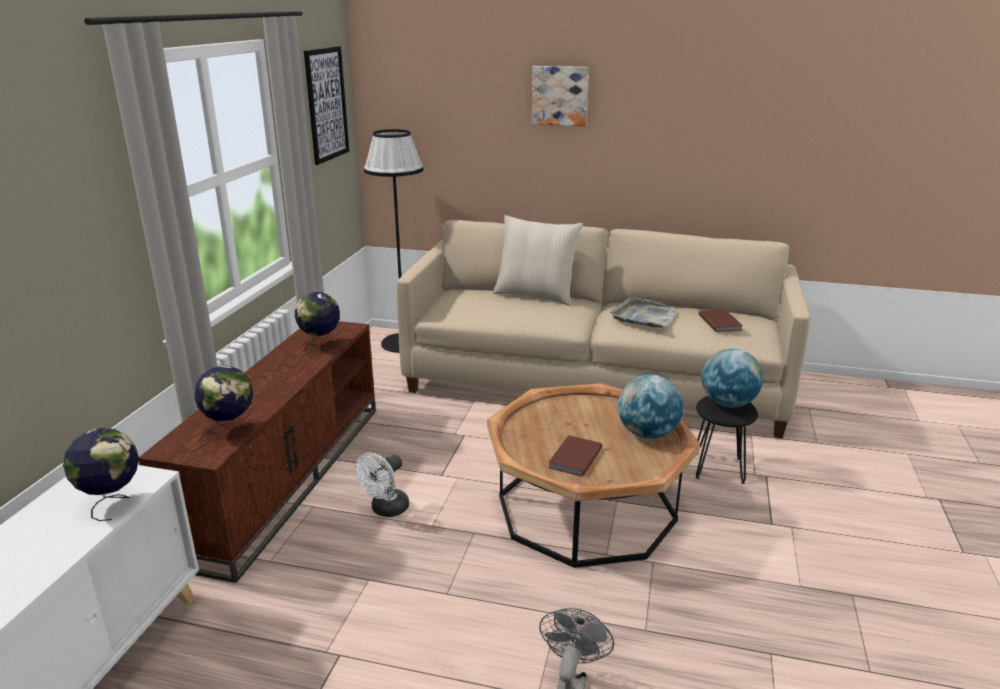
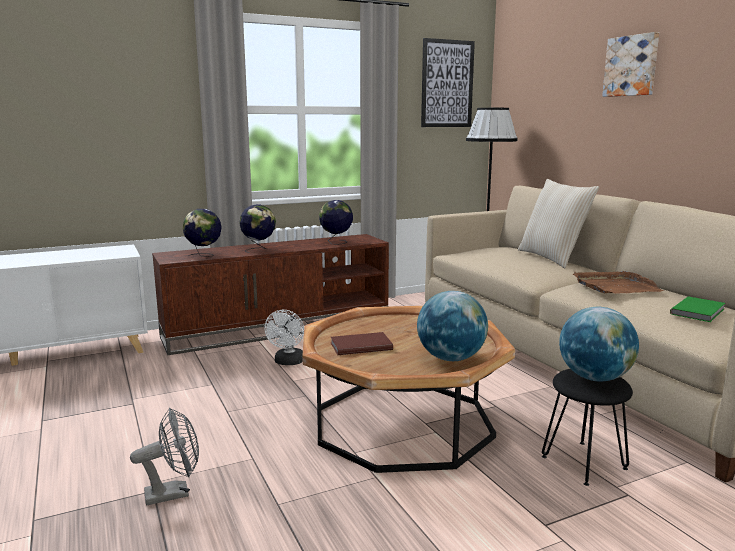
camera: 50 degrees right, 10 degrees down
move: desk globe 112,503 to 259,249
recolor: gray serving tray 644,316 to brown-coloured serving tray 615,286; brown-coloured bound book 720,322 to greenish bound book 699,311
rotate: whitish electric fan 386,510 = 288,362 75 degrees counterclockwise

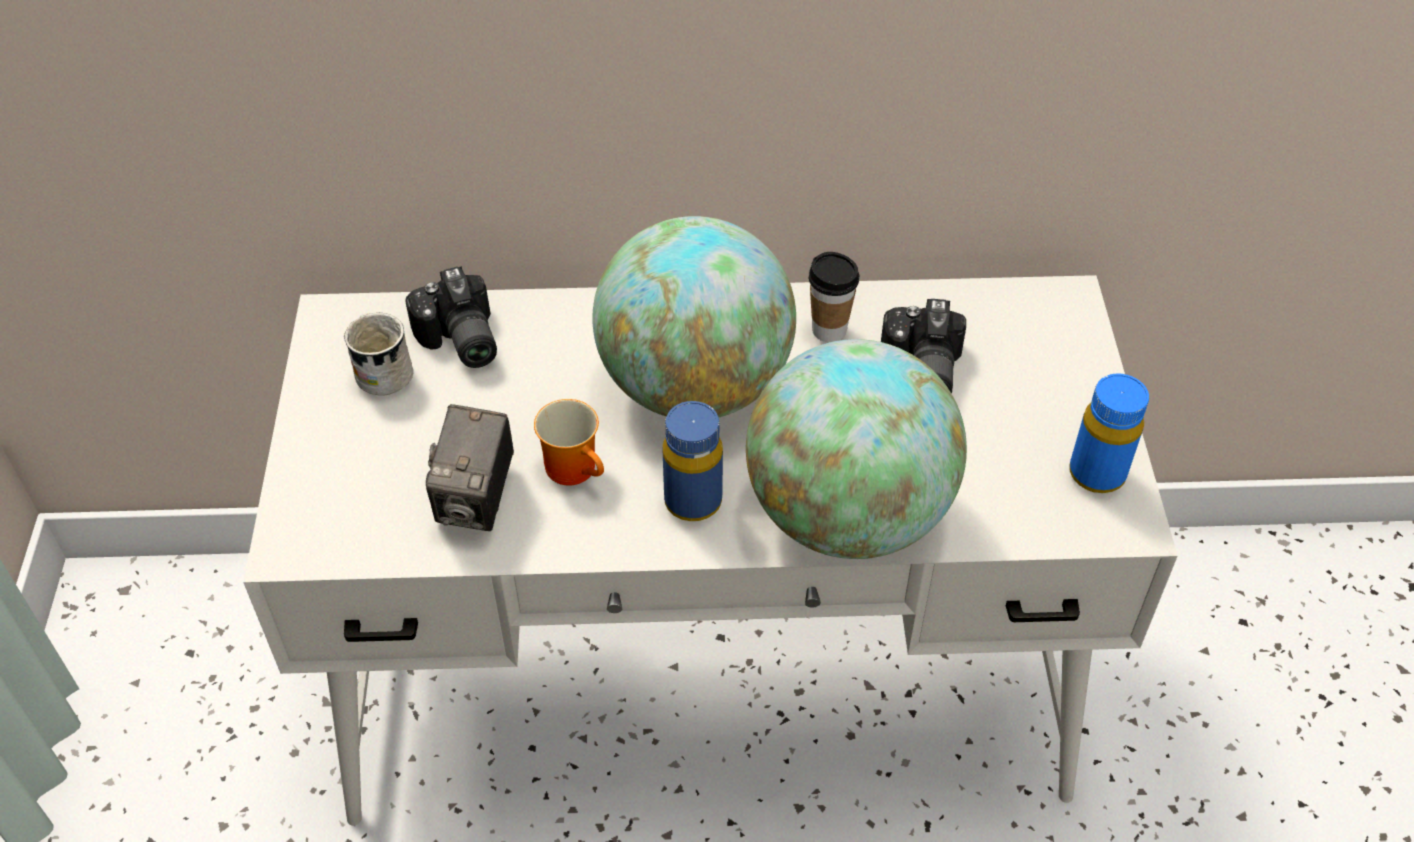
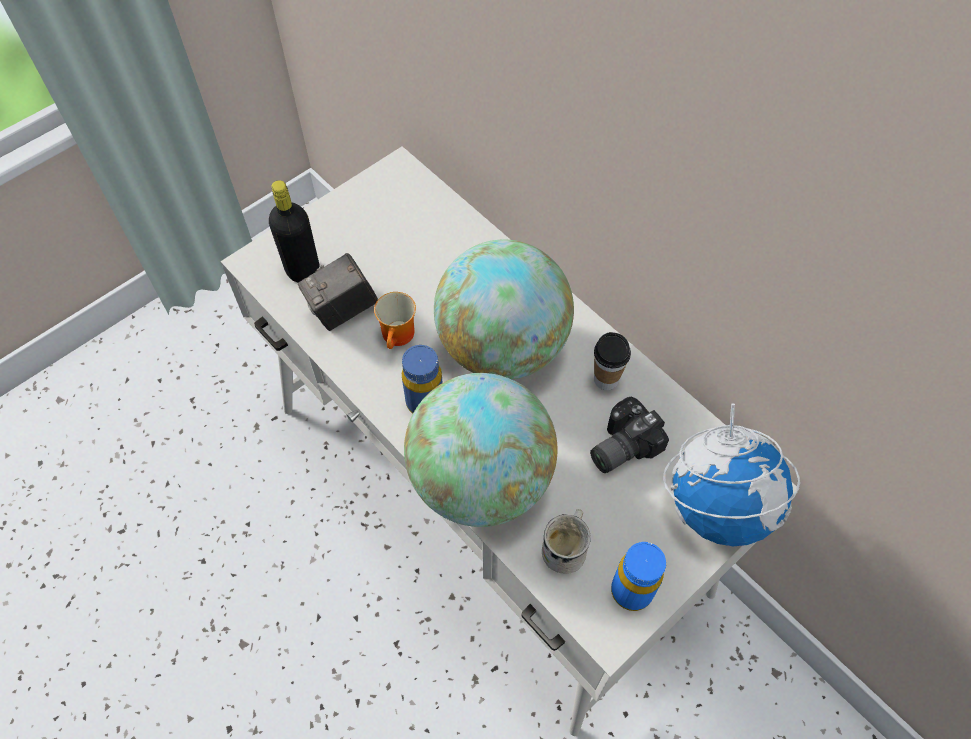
camera: 50 degrees right, 10 degrees up
delete: photo camera 458,341
insert: blackish drink bottle 303,270; desk globe 718,506
move: whitish coffee mug 383,370 to 567,546

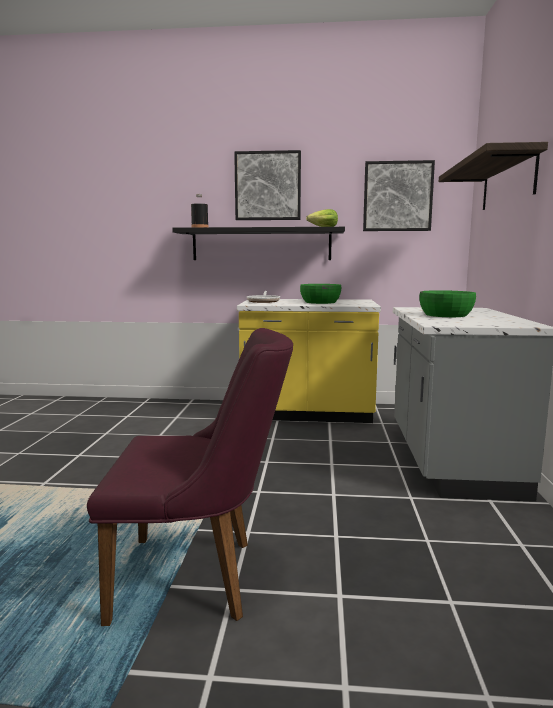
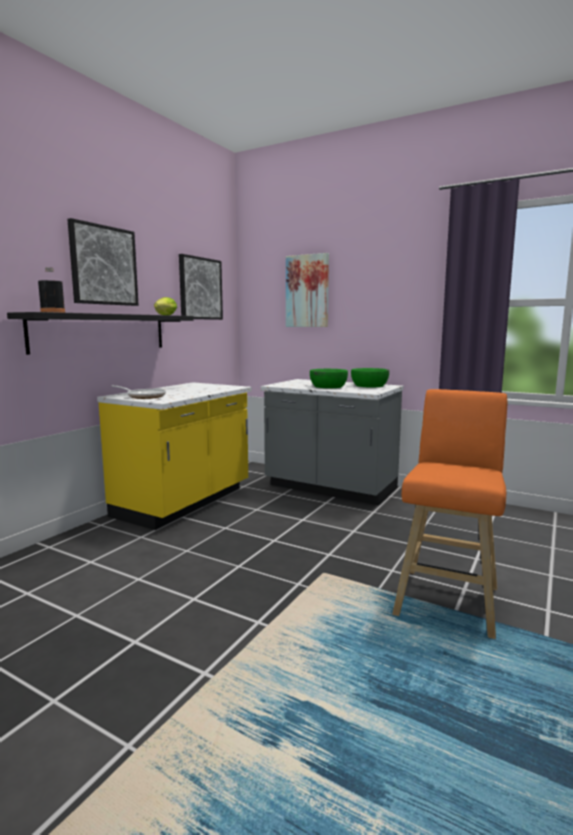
camera: 65 degrees left, 0 degrees up
move: greenish serving bowl 320,302 to 369,385
replace: purple plain chair 200,578 to orange-coloured stool 448,598; shelf 508,182 to wall art 307,291

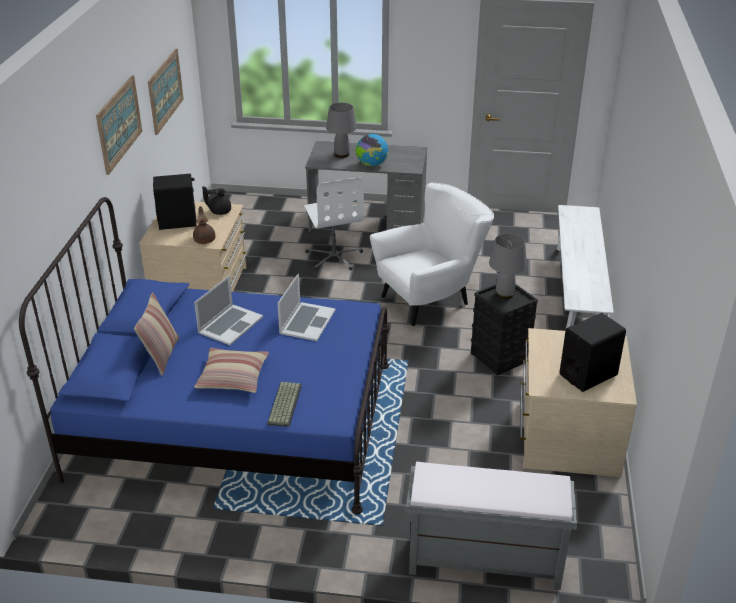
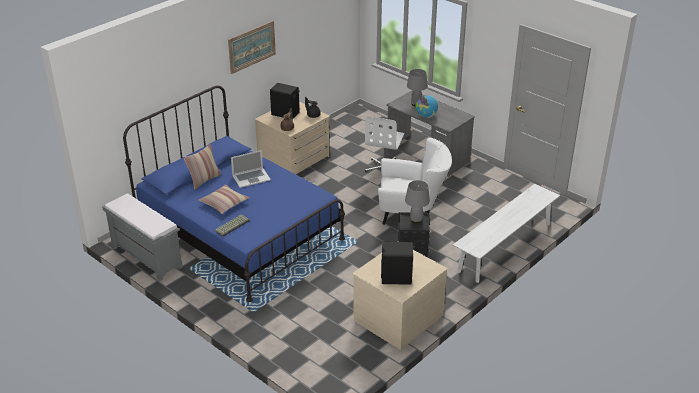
camera: 35 degrees right, 0 degrees up
delete: wall art 165,90; laptop 307,321
move: gray long seat 483,561 to 146,257

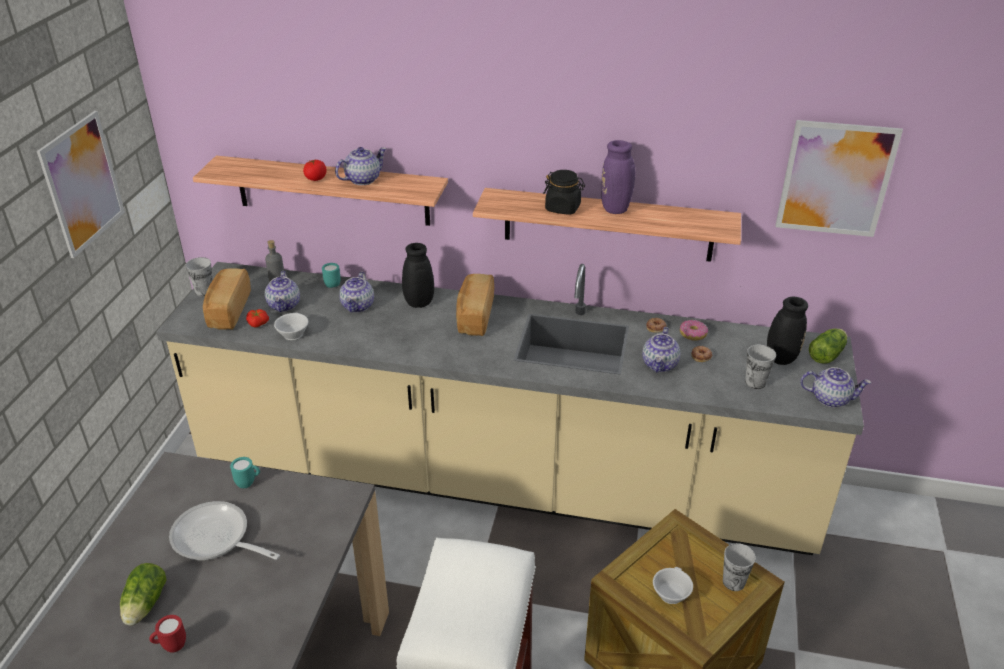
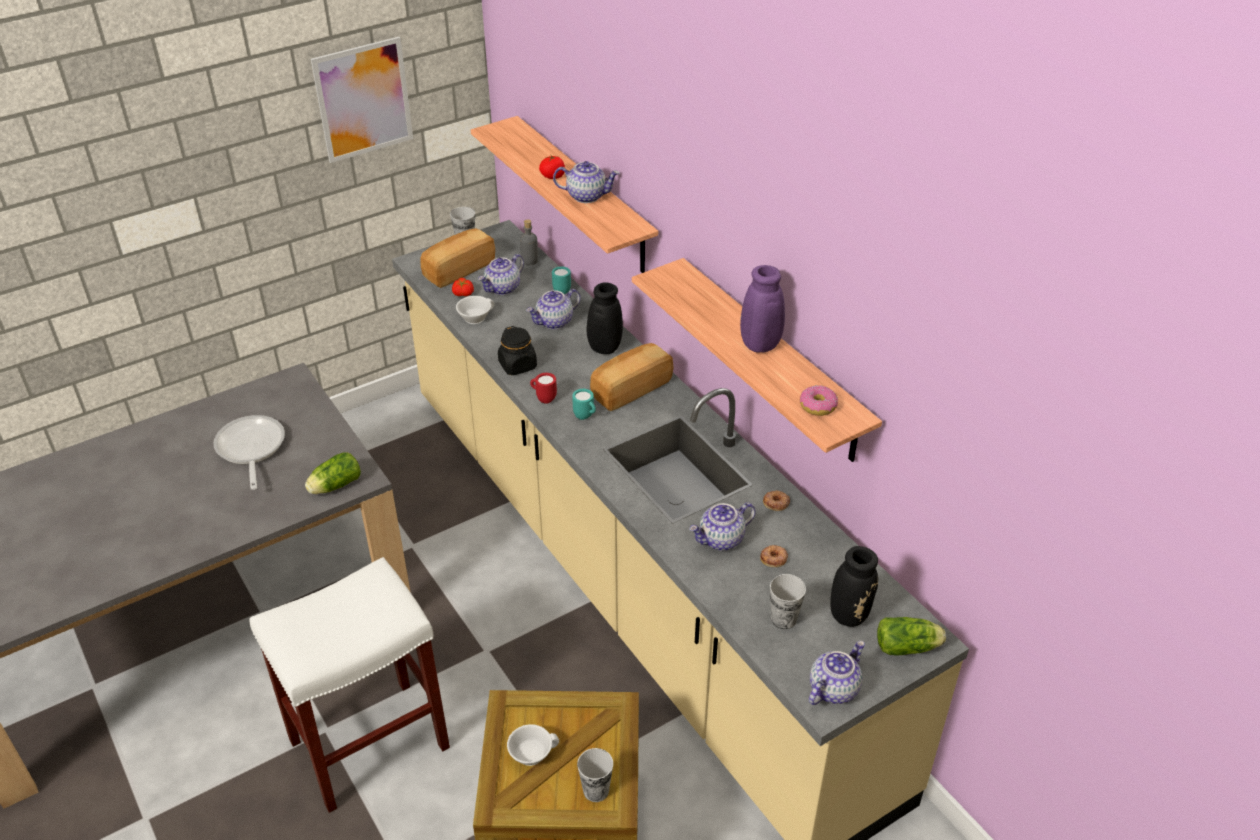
camera: 45 degrees right, 5 degrees up
delete: wall art 835,179
move: lettuce 144,606 to 334,486; red coffee mug 171,646 to 543,398; turquoise-coloured coffee mug 248,483 to 585,417; blackish jar 563,208 to 518,365; ring doughnut 693,334 to 818,406
rotate: teapot 830,398 = 833,688 105 degrees counterclockwise

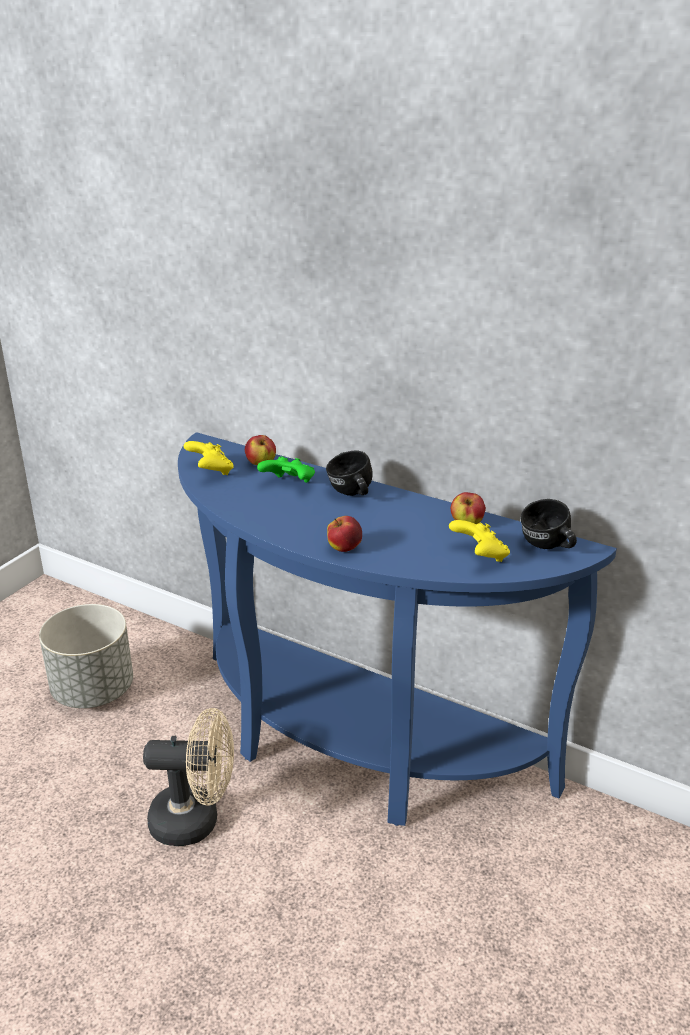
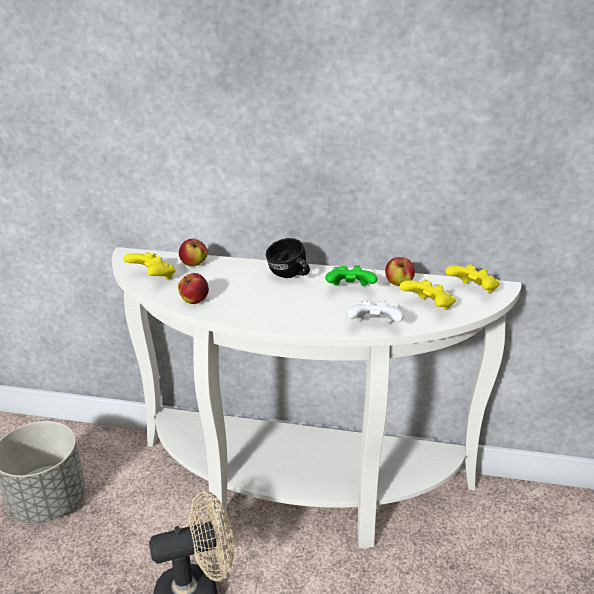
camera: 20 degrees left, 0 degrees up
insert: whitish game controller 374,327
move: greenish game controller 289,484 to 350,290; apple 344,548 to 194,301
replace: blackish coffee mug 547,547 to yellow game controller 472,291
recolor: blue-coloured console table 350,748 to whitish console table 298,493

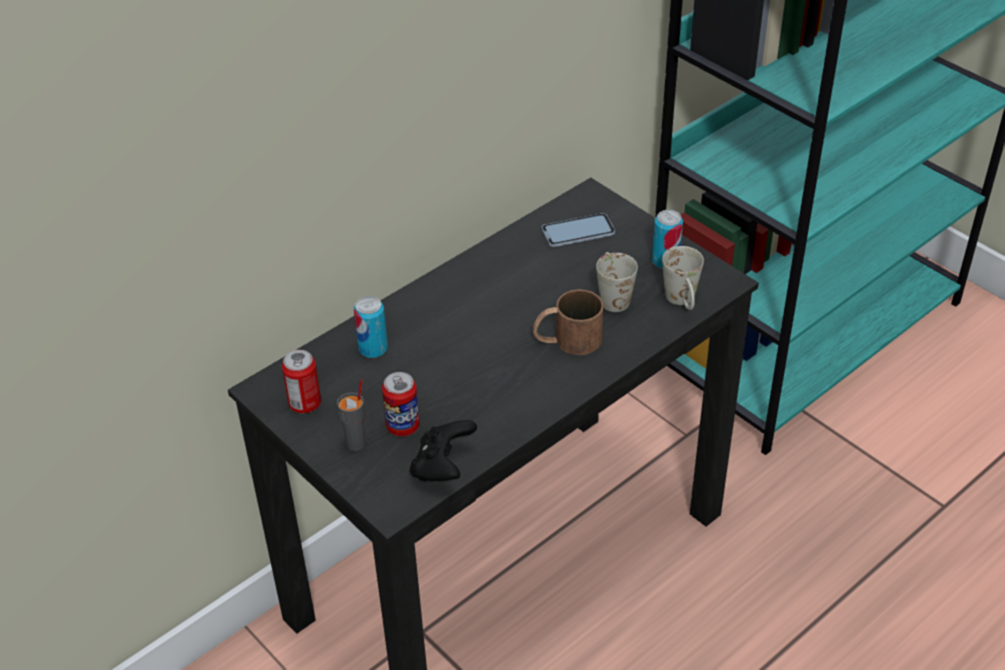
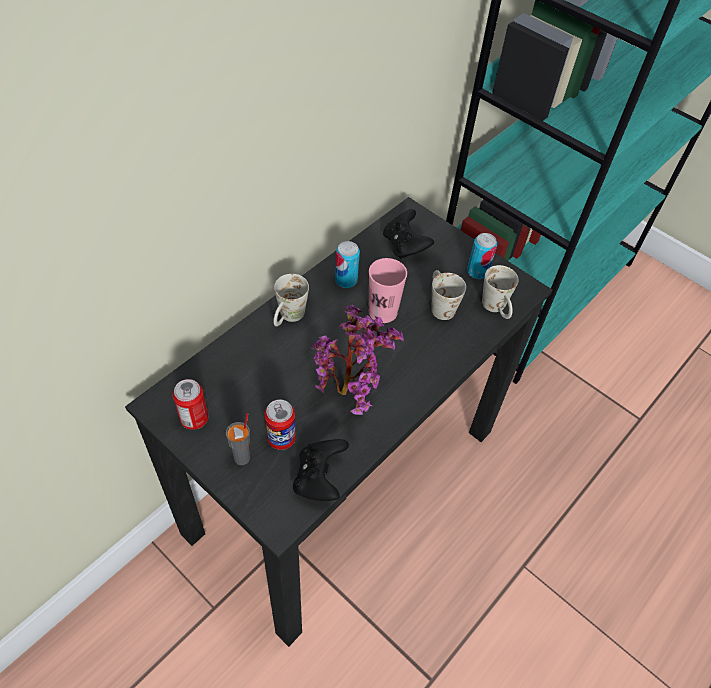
camera: 10 degrees left, 10 degrees up
delete: brown-coloured coffee mug 567,340
insert: whitish coffee mug 288,318; houseplant 350,393; pinkish small cup 382,312
move: sealed can 373,349 to 346,280
replace: phone 578,231 to blackish game controller 405,246

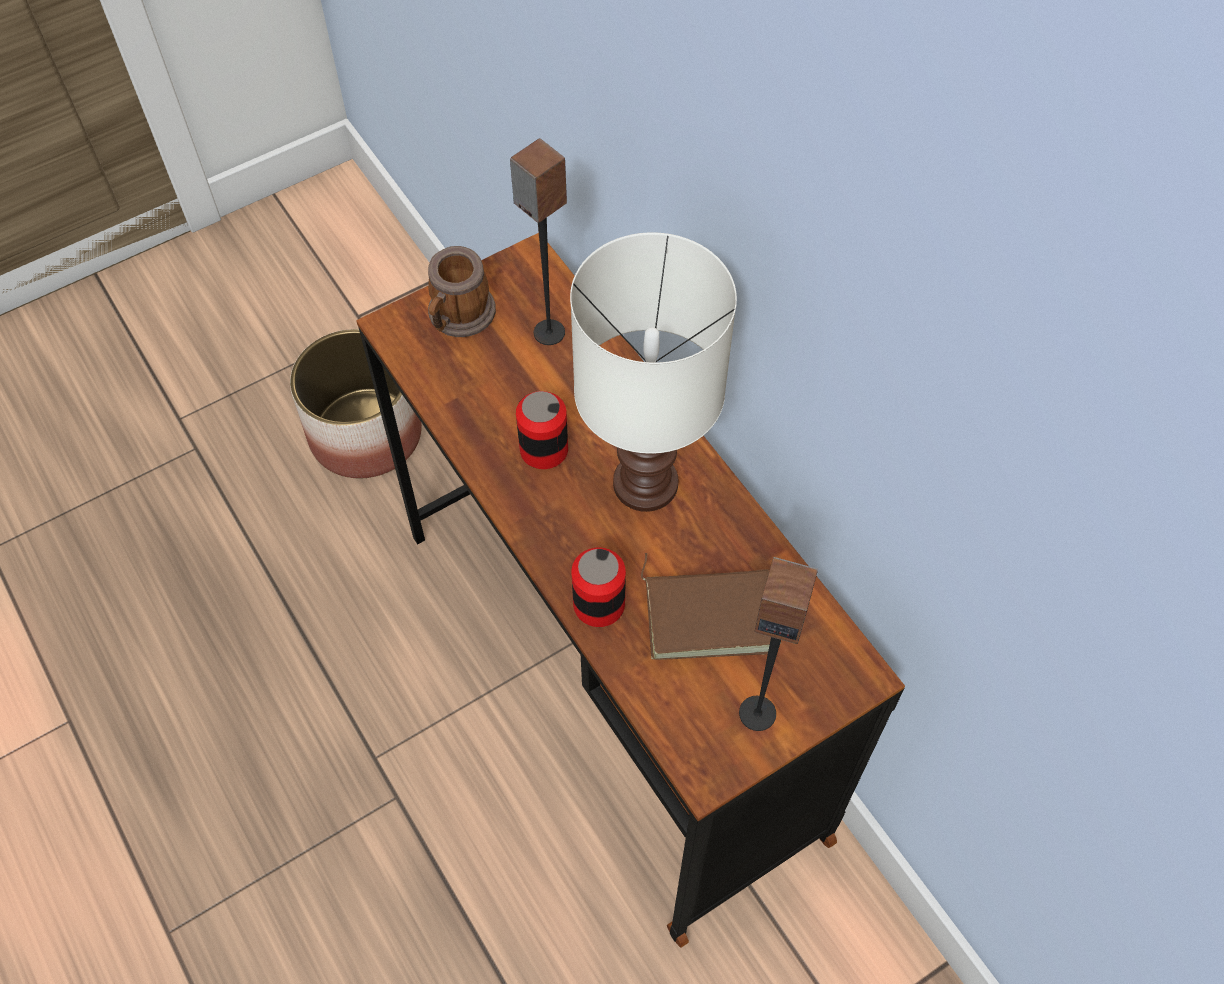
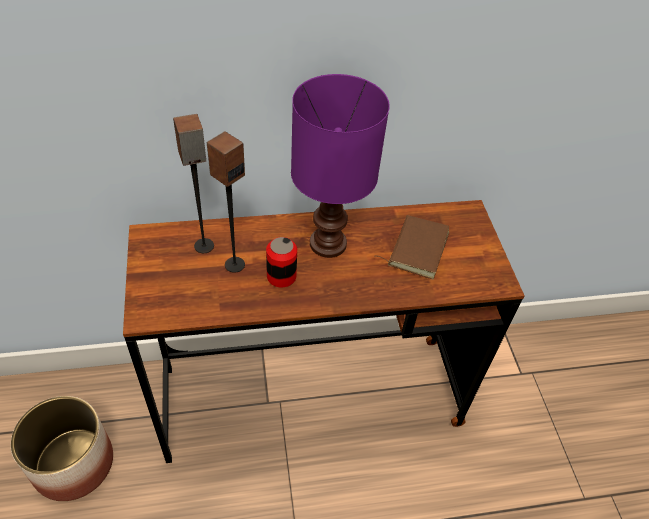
camera: 70 degrees left, 10 degrees down
delete: coffee mug 458,317; sealed can 599,604
move: speaker 757,712 to 234,264
recolor: whitish lamp for a table 643,485 to purple lamp for a table 328,245

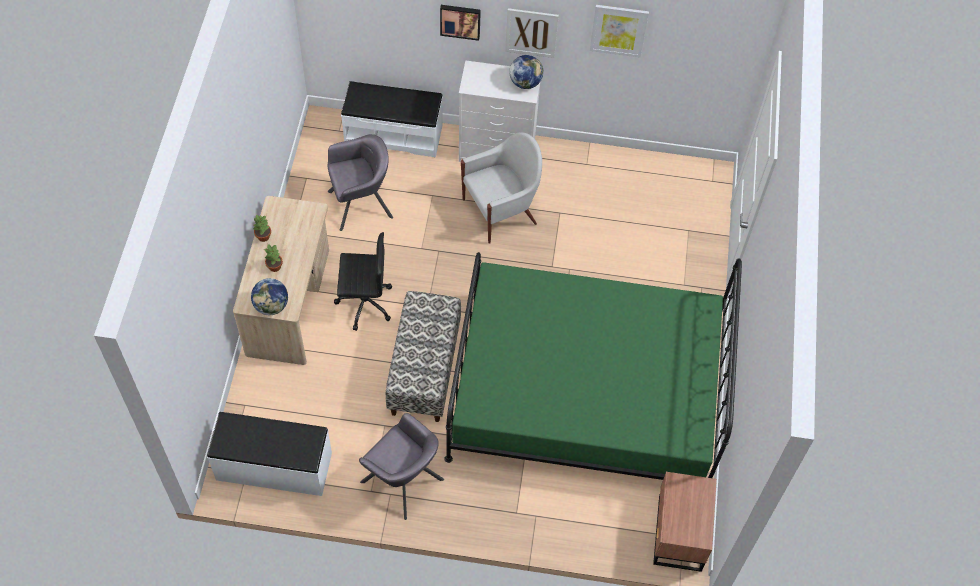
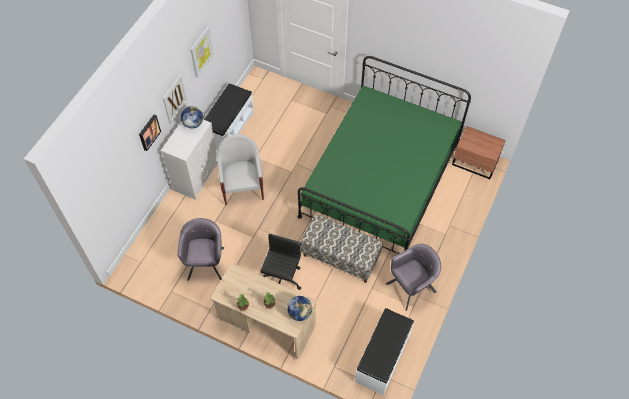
camera: 70 degrees left, 0 degrees up
move: whitish long seat 393,134 to 228,128

